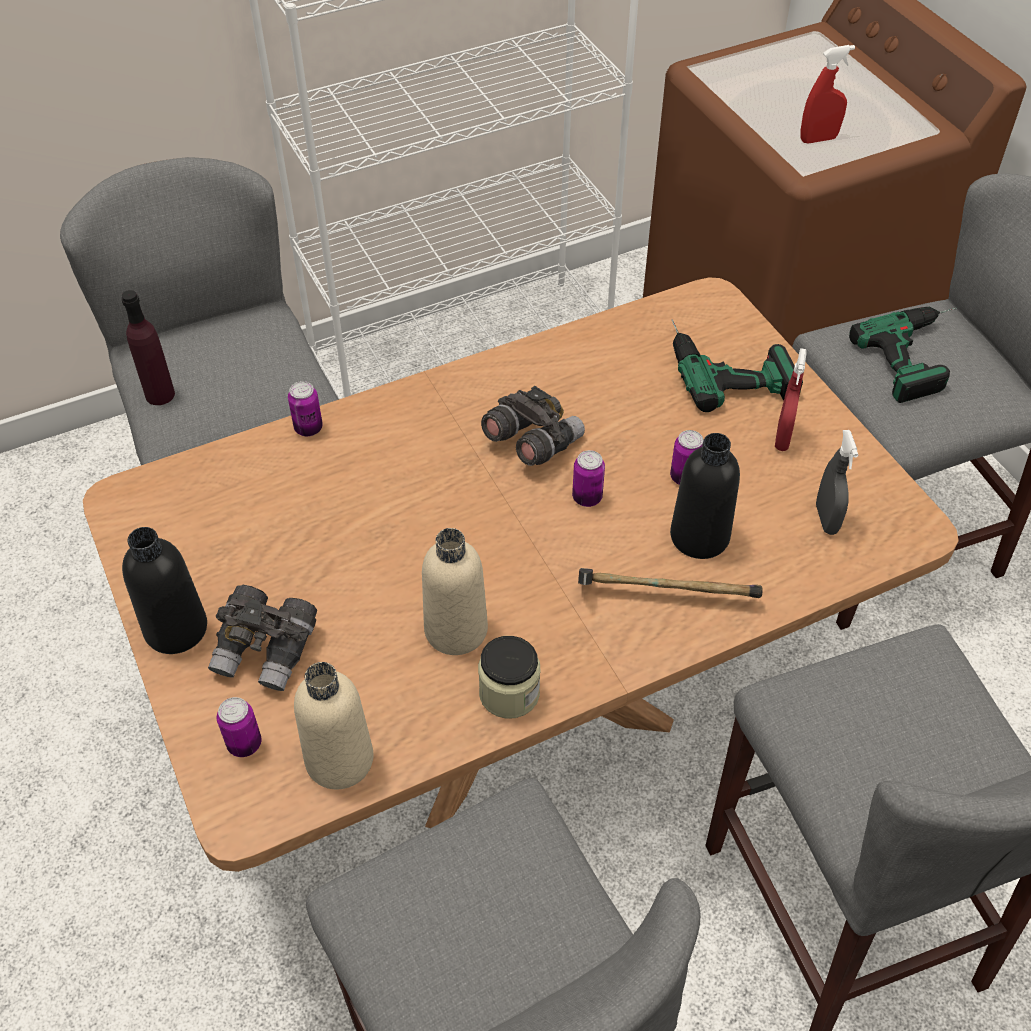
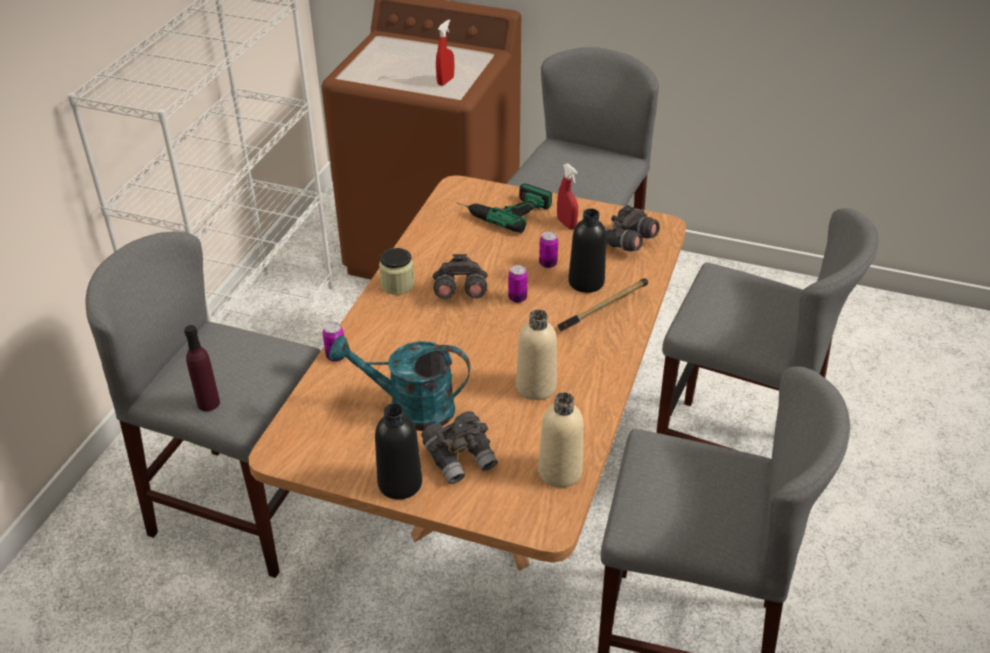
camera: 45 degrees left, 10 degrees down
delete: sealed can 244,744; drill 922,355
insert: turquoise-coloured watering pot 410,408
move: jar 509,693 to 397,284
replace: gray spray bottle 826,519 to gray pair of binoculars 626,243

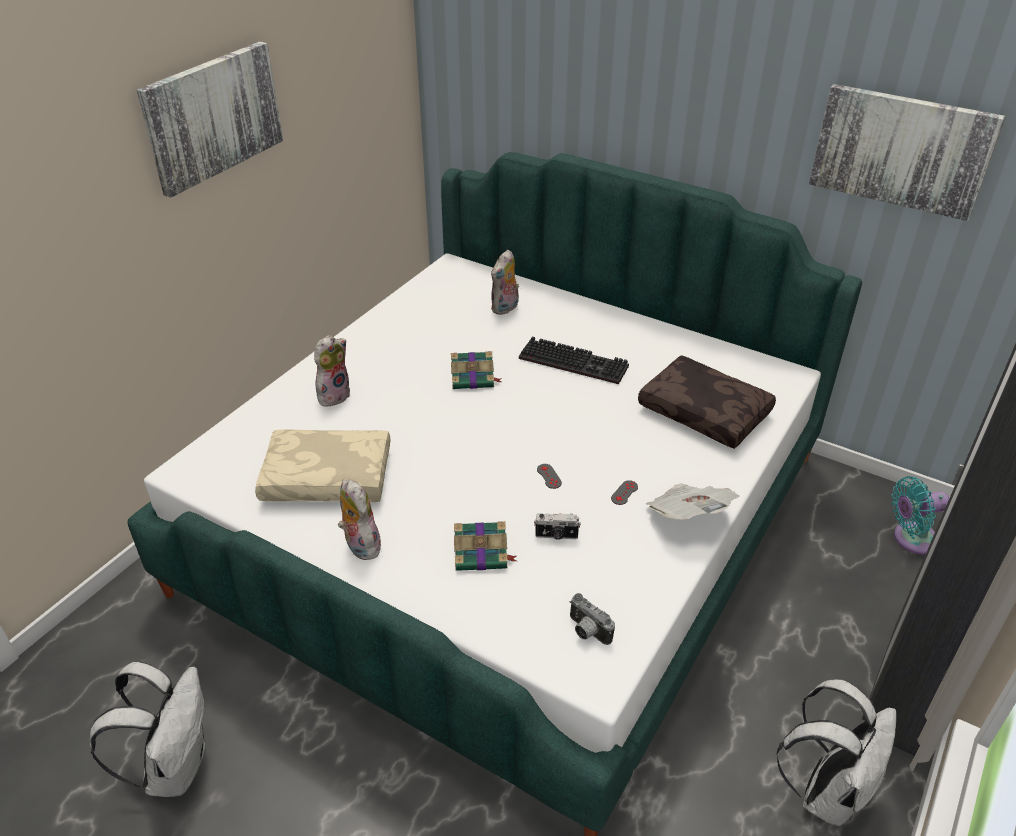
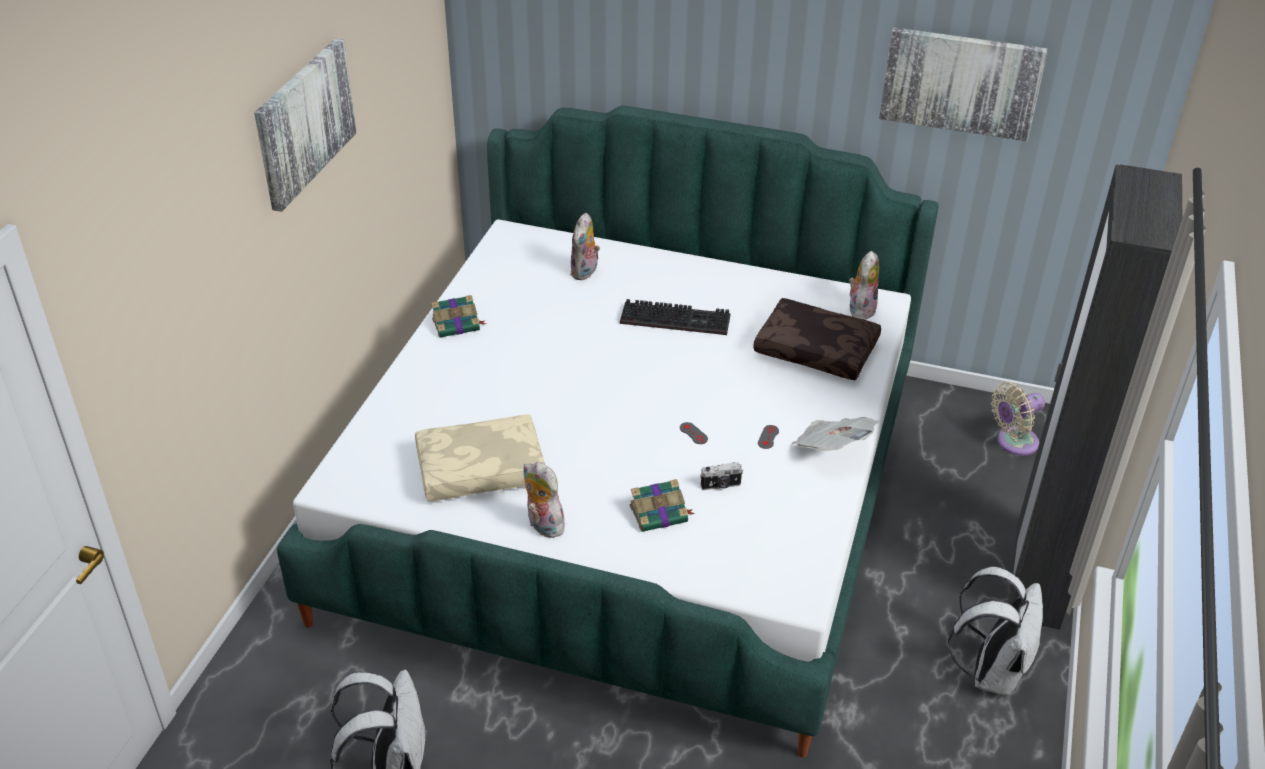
camera: 15 degrees left, 0 degrees up
delete: photo camera 586,631
move: plush toy 333,395 to 860,309; bound book 474,378 to 457,324
recolor: turquoise-coloured electric fan 911,539 to beige electric fan 1013,443

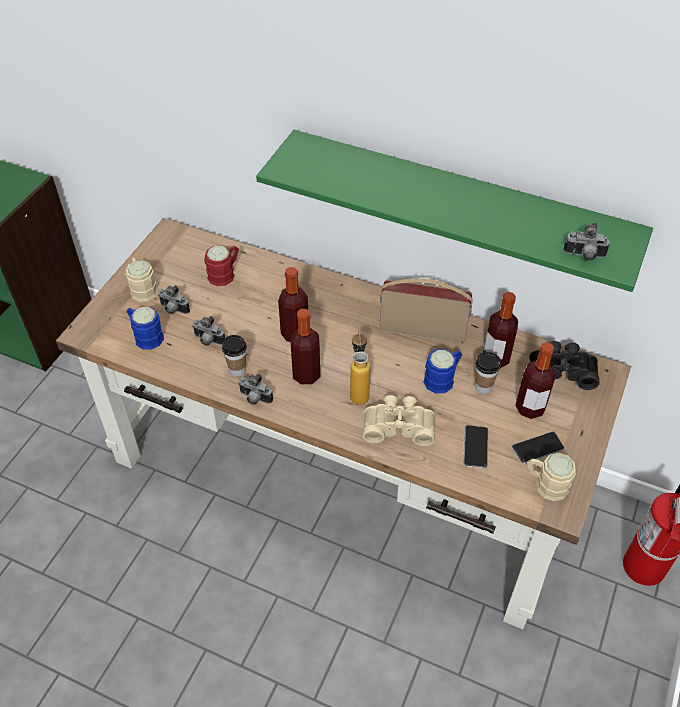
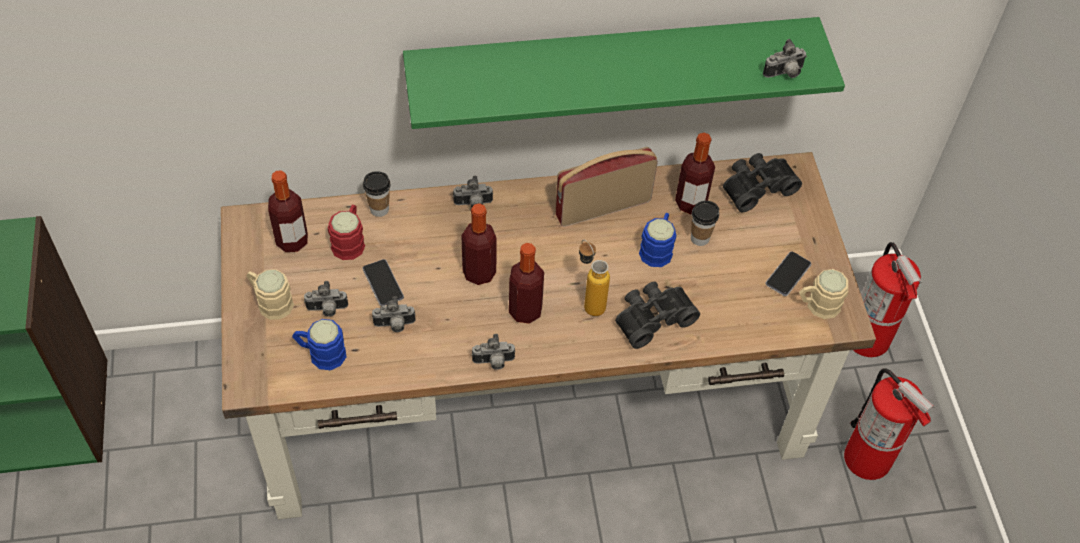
camera: 35 degrees left, 5 degrees up
insert: photo camera 473,204; extinguisher 868,459
move: small cup 237,370 to 379,209; phone 475,447 to 383,283; drink bottle 530,408 to 292,241
recolor: beige pair of binoculars 398,426 to blackish pair of binoculars 652,317

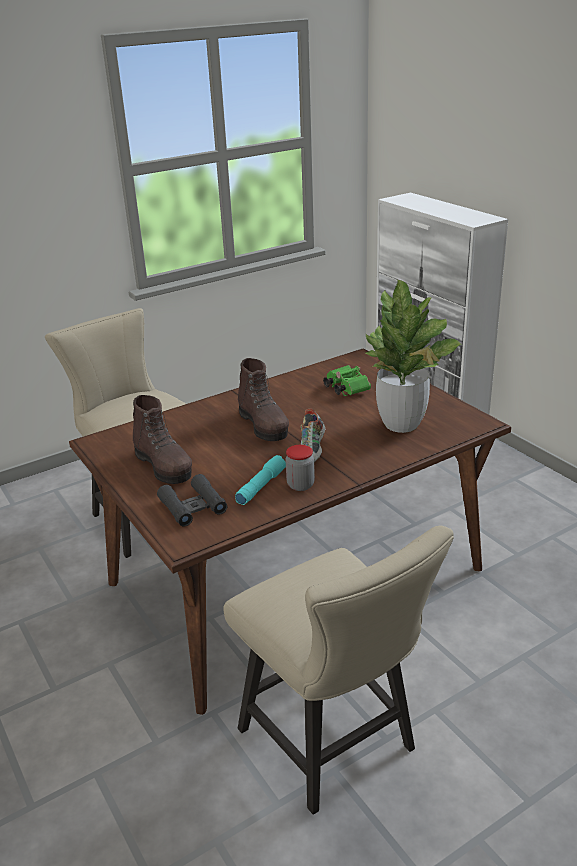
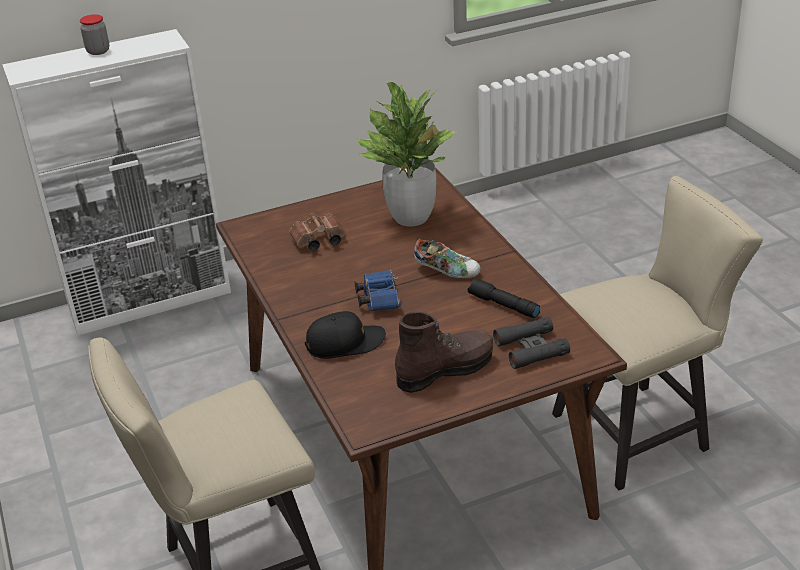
camera: 80 degrees left, 5 degrees up
insert: blackish baseball cap 345,343
move: jar 300,485 to 98,51
replace: brown-coloured boot 264,425 to blue-coloured pair of binoculars 378,299
recolor: turquoise-coloured torch 261,486 to blackish torch 502,305; greenish pair of binoculars 345,389 to brown-coloured pair of binoculars 317,242

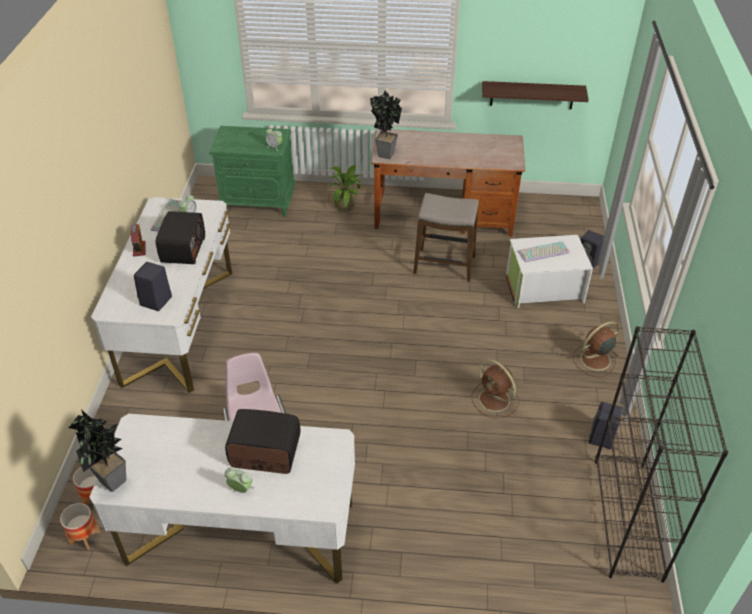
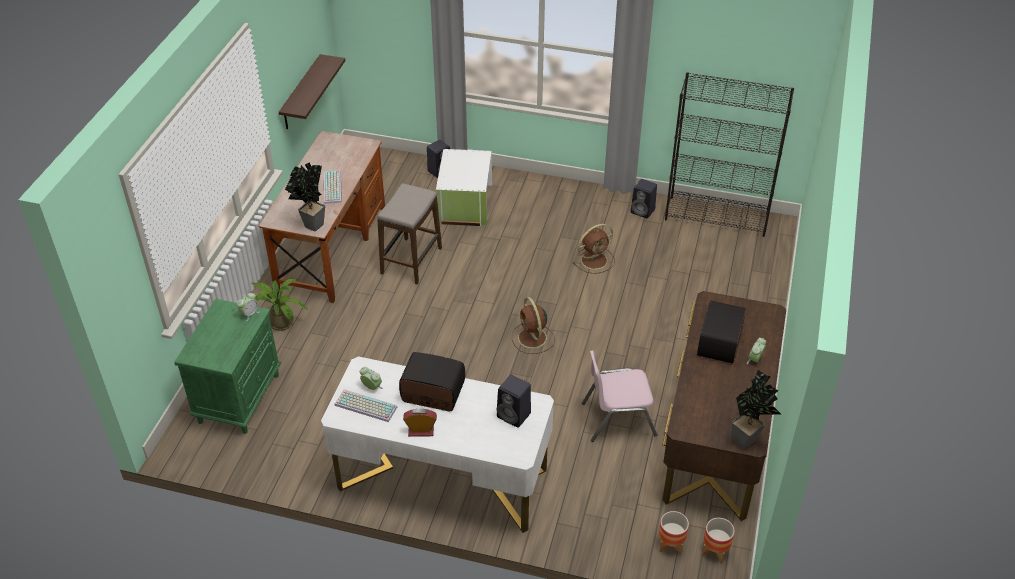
camera: 80 degrees left, 0 degrees up
move: PC keyboard 543,253 to 333,188; brown-coloured electric fan 594,360 to 532,339
recolor: whitish desk table 240,532 to brown-coloured desk table 716,436

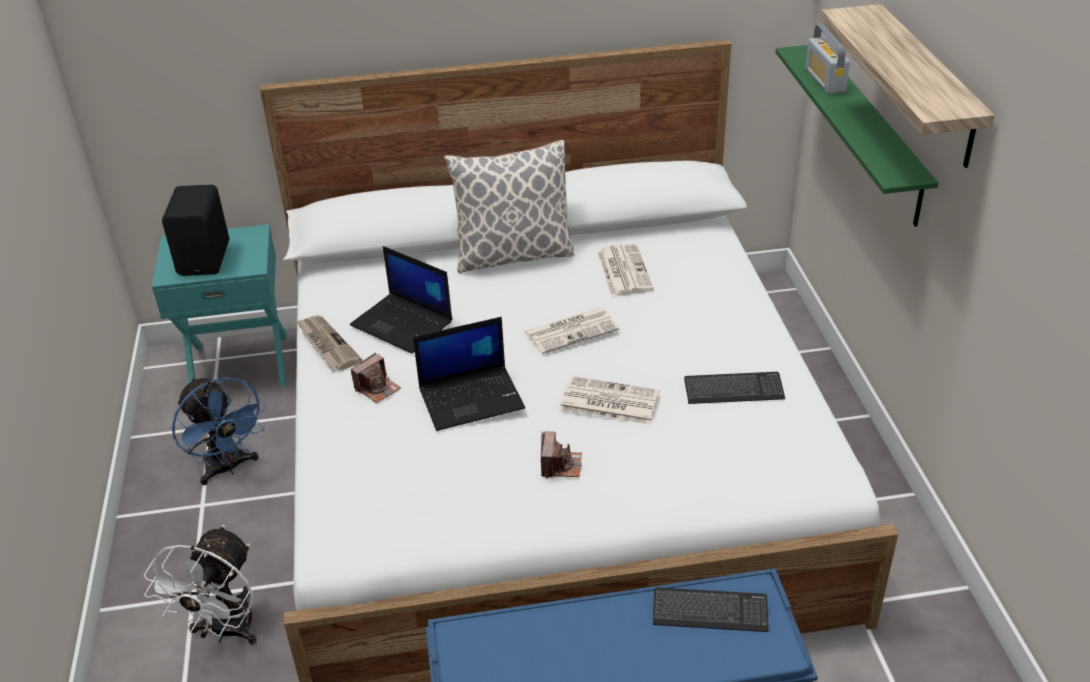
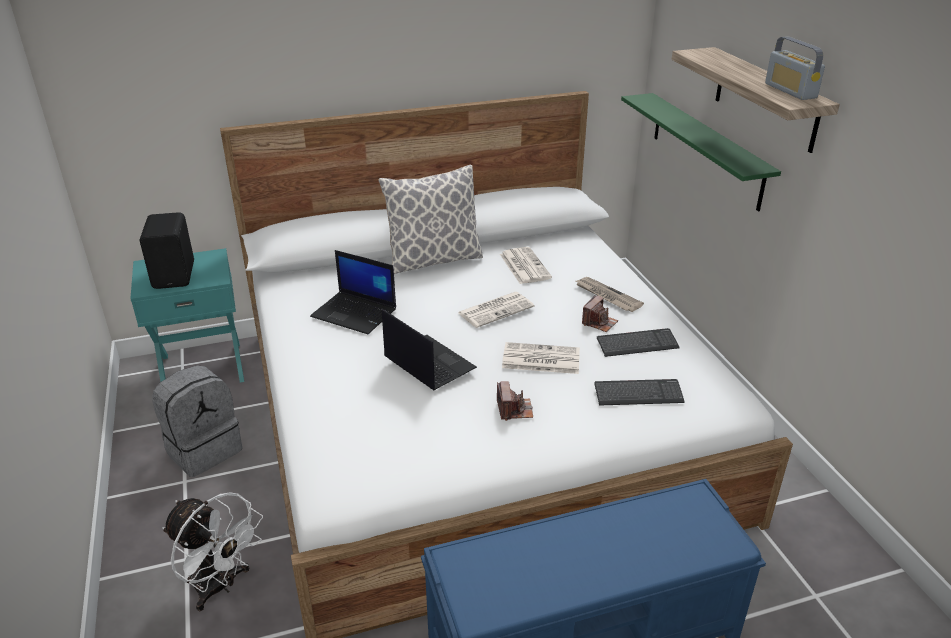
camera: 10 degrees left, 5 degrees down
move: printed paper 327,345 to 607,296; photo camera 377,388 to 599,322; PC keyboard 710,611 to 638,394; radio set 825,80 to 790,91
replace: blue-coloured electric fan 228,468 to gray knapsack 204,449
rotate: whitish electric fan 225,632 = 220,586 60 degrees counterclockwise; laptop 472,398 = 428,363 105 degrees counterclockwise

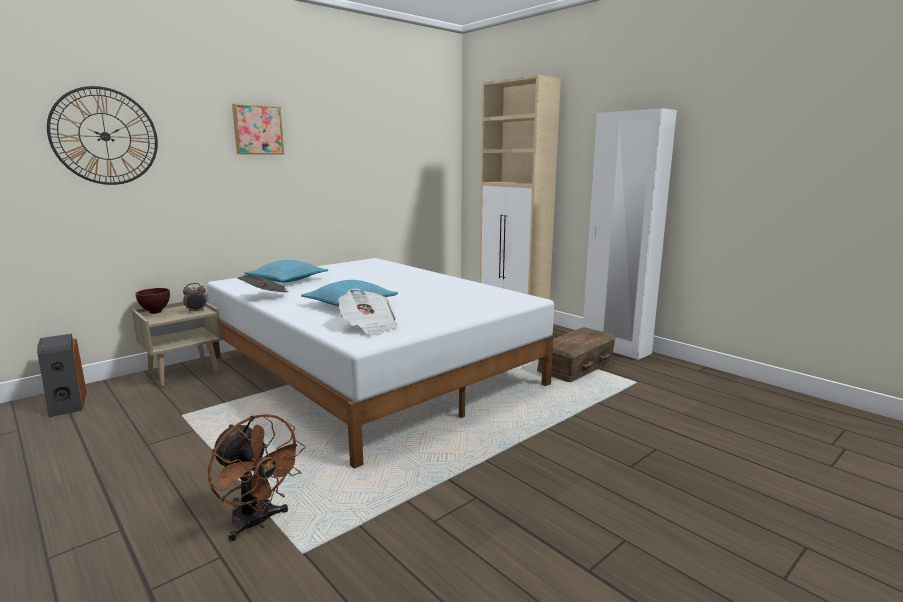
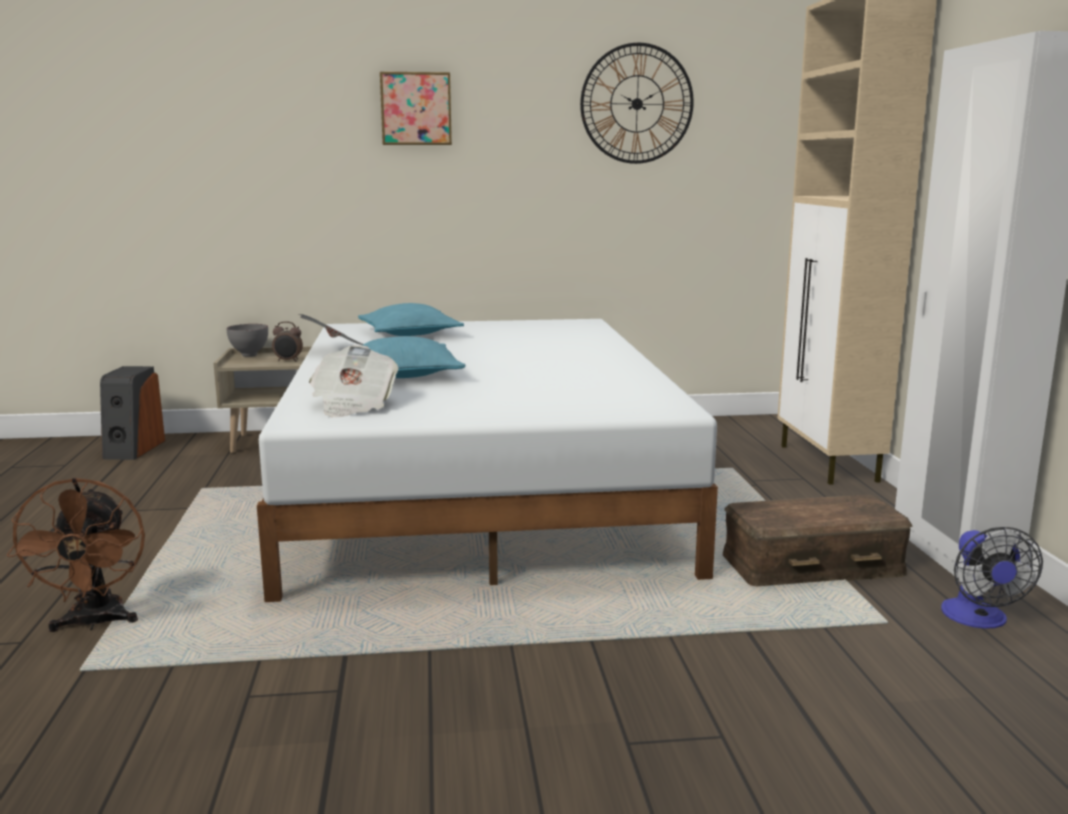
camera: 35 degrees right, 0 degrees up
insert: electric fan 978,619
move: hanging clock 105,136 to 637,104
recolor: brown-coloured serving bowl 154,312 to gray serving bowl 248,355

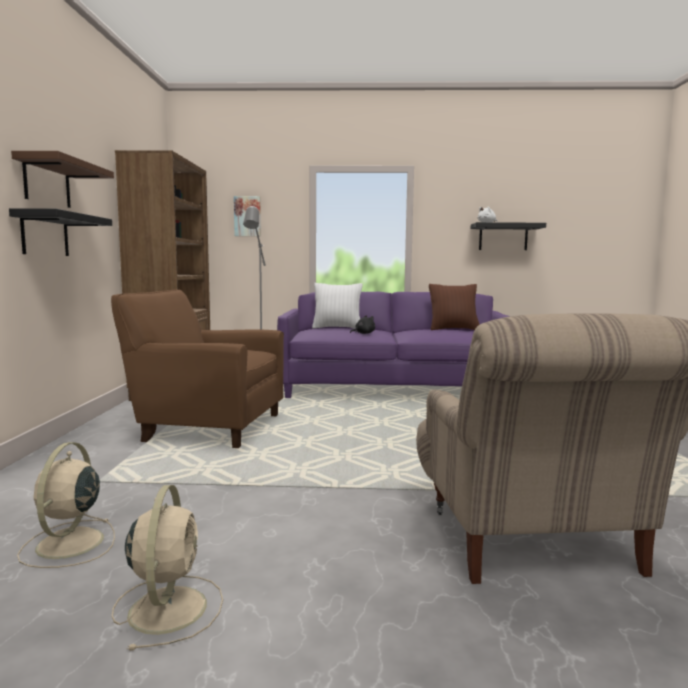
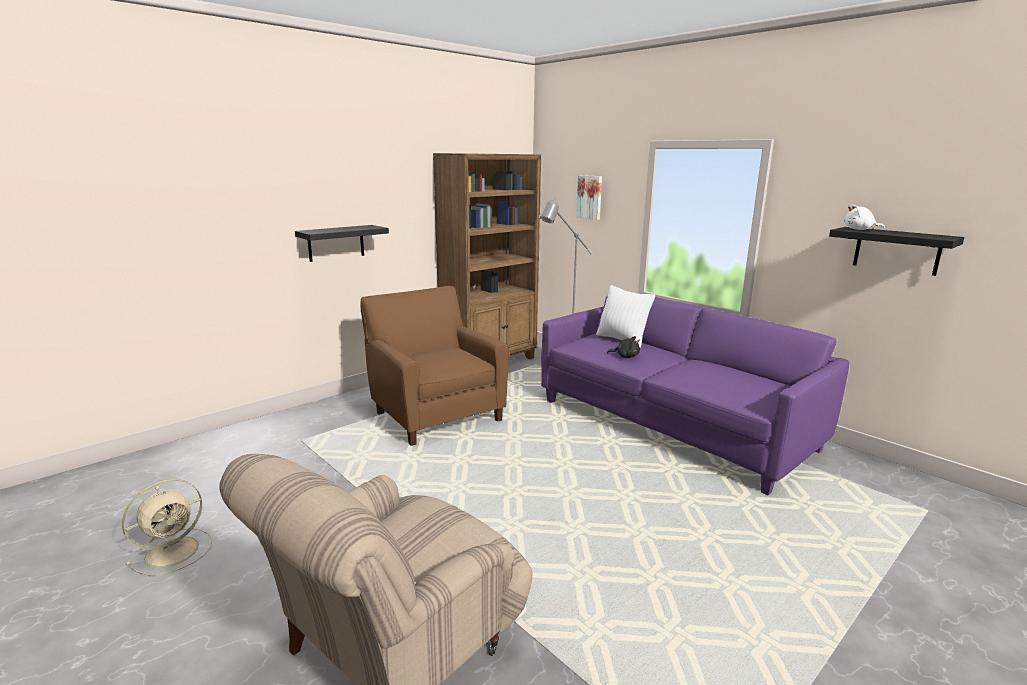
camera: 45 degrees right, 10 degrees up
delete: brown-coloured shelf 47,183; beige electric fan 68,544; brown-coloured throw pillow 453,329

